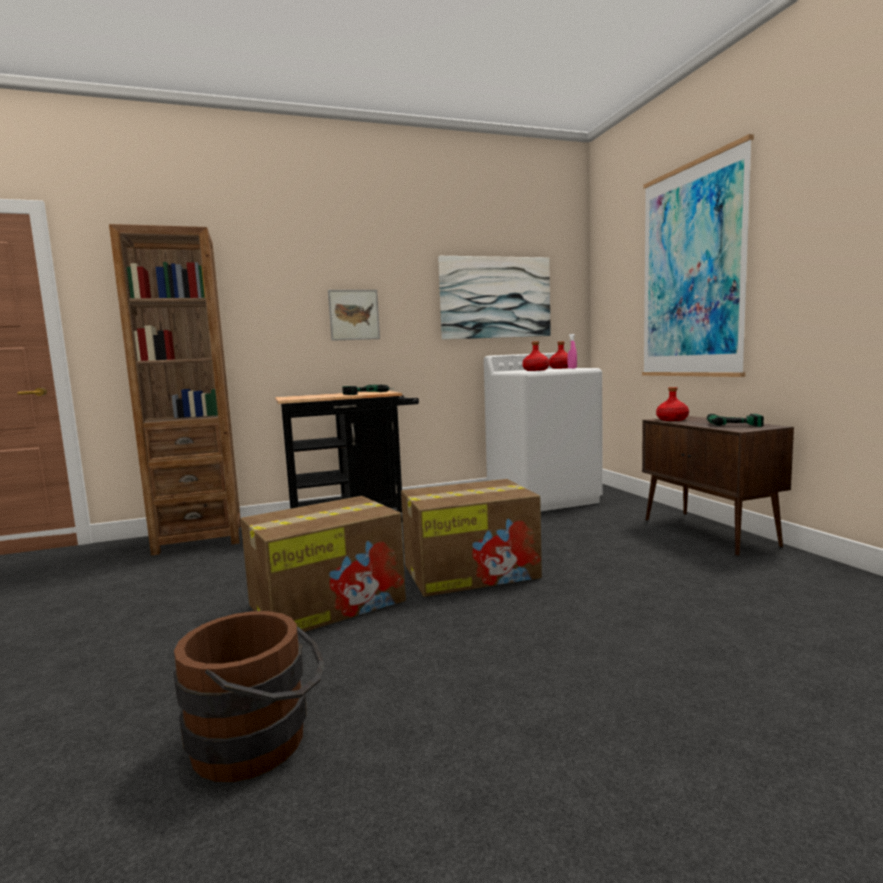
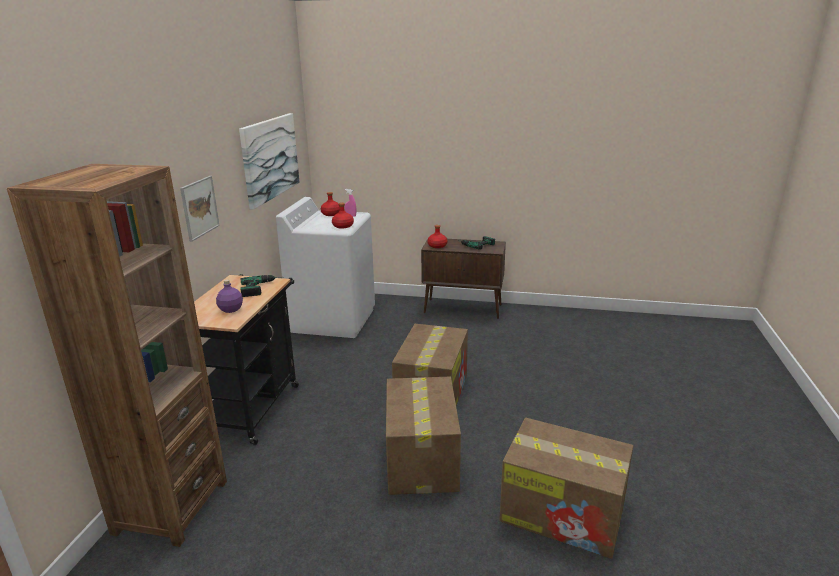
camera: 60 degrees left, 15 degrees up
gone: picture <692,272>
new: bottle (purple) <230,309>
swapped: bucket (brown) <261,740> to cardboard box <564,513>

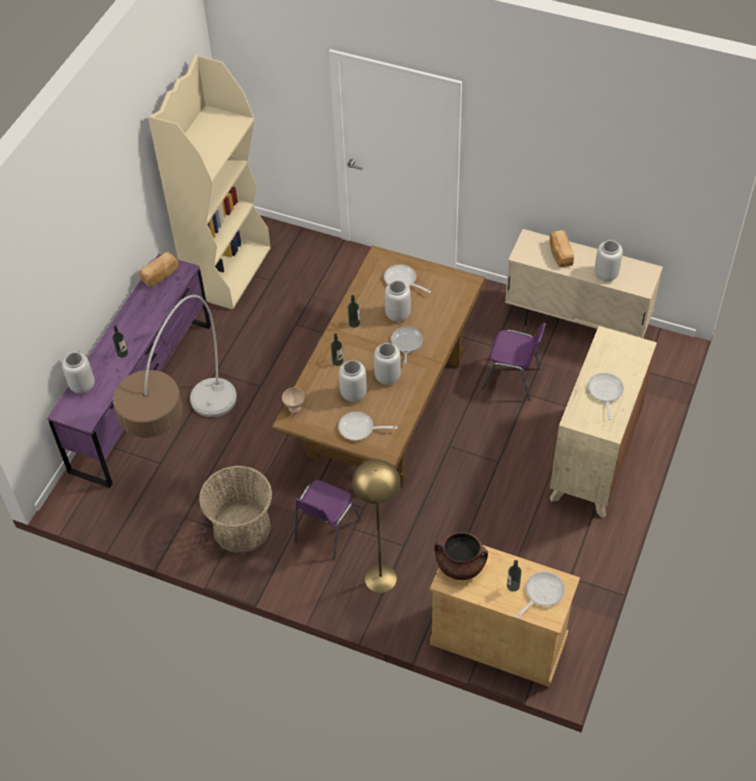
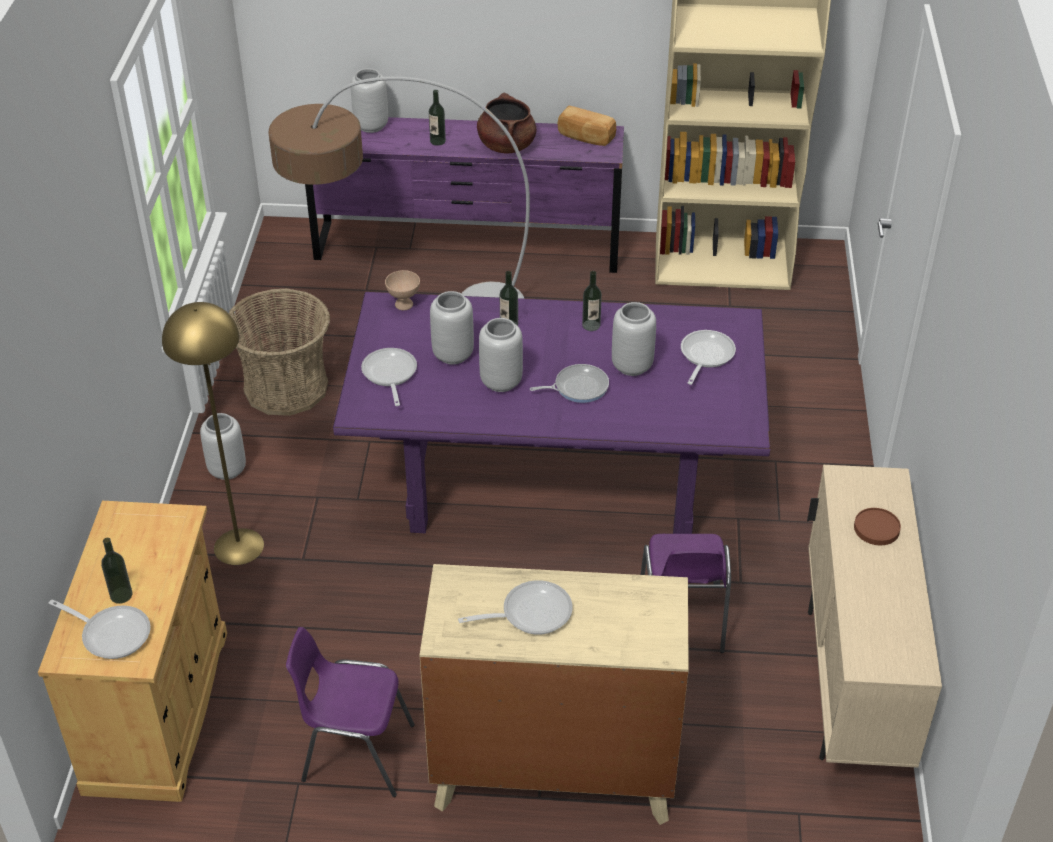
camera: 70 degrees right, 10 degrees down
shifted: chair (purple) <325,532> to <355,753>; cooking pot (brown) <460,565> to <506,145>; vase (grey) <606,274> to <228,470>
swapped: bread <560,254> to plate (brown) <877,528>
repainted: dining table (brown) <385,407> to dining table (purple) <552,480>

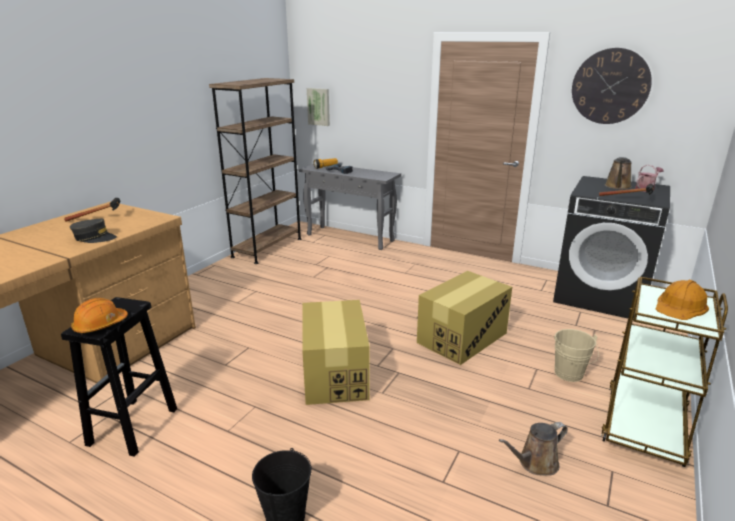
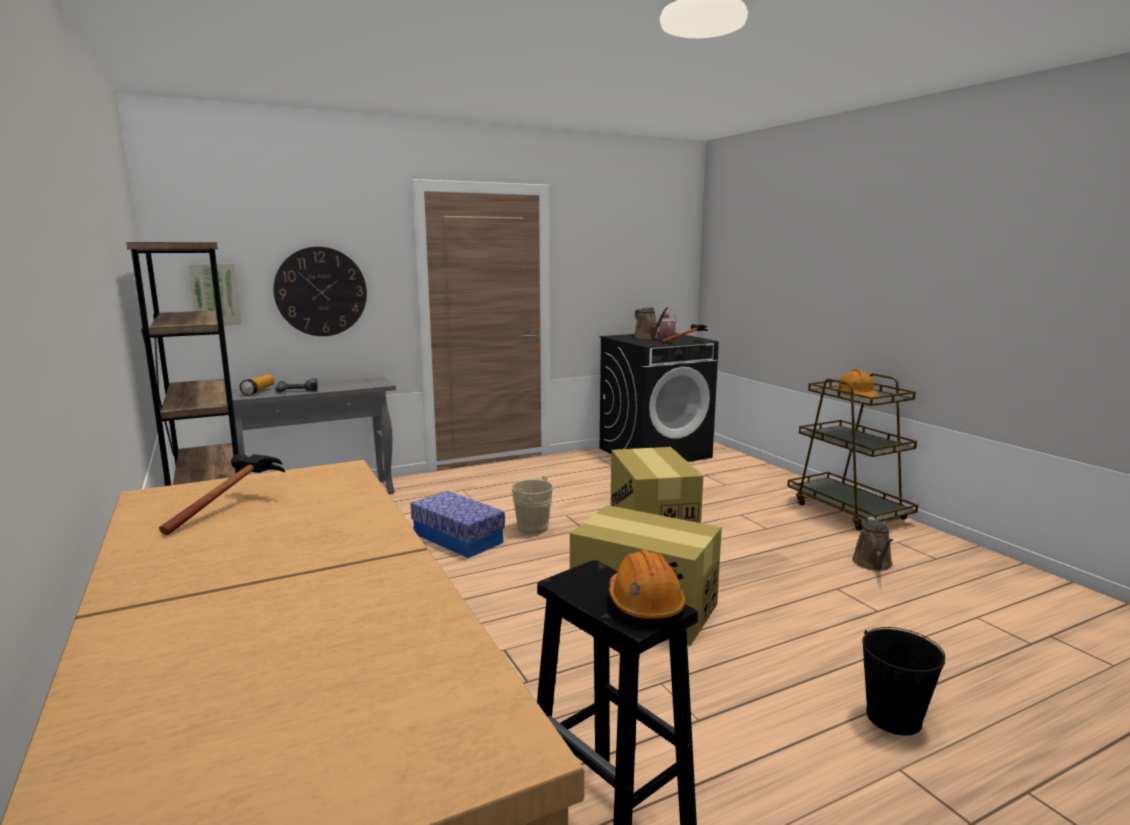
camera: 55 degrees left, 10 degrees down
gone: cap (grey) <94,238>
new: storage box <457,538>
shifted: bucket (beige) <570,375> to <535,529>; wall clock <610,86> to <321,291>

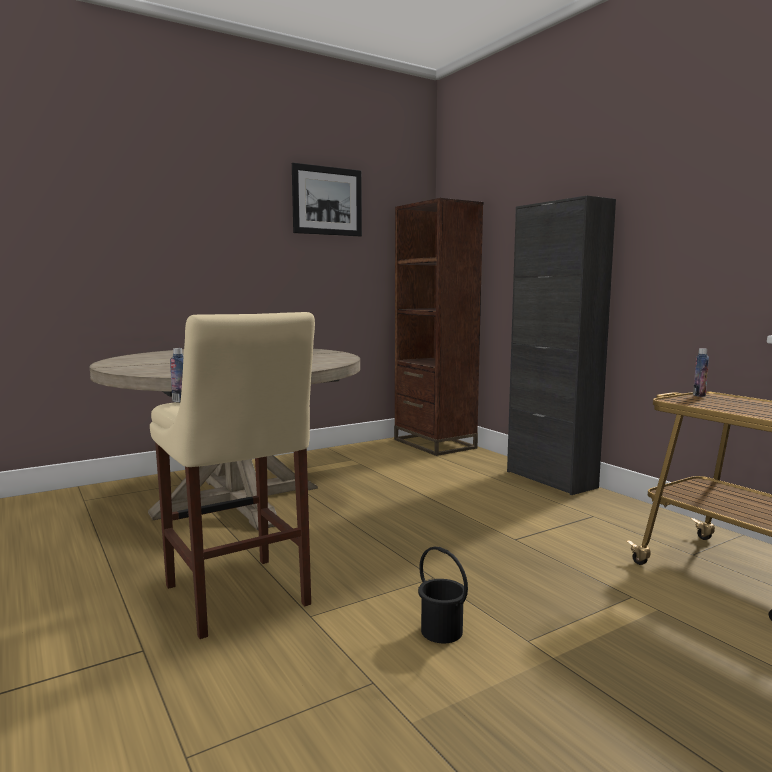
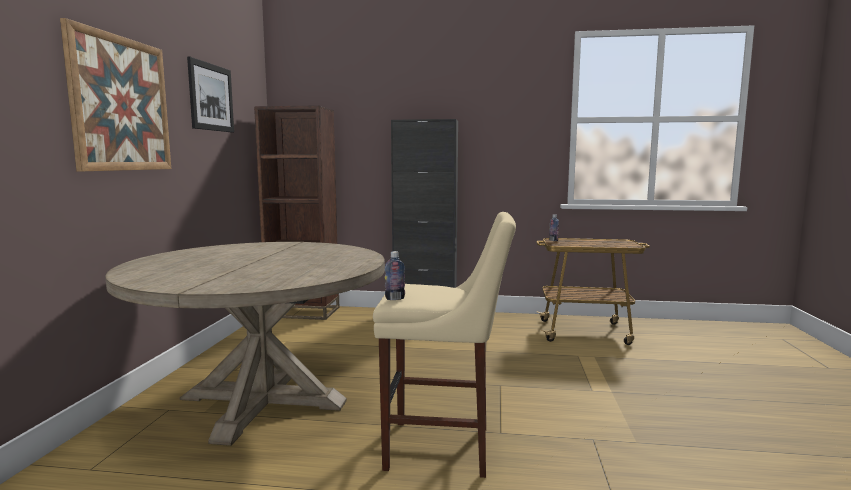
camera: 50 degrees left, 0 degrees up
gone: bucket (black) <441,632>
new: picture <121,104>

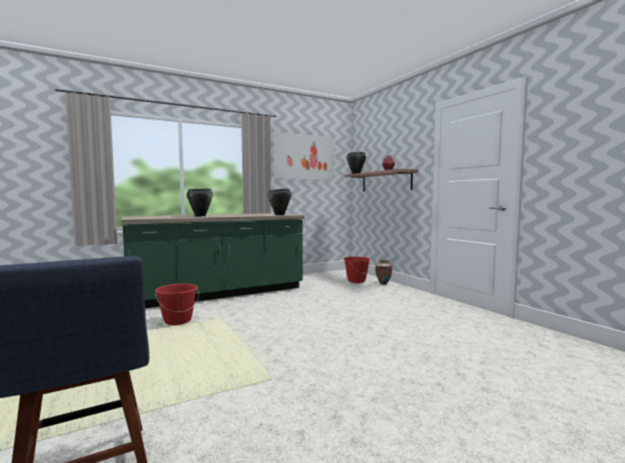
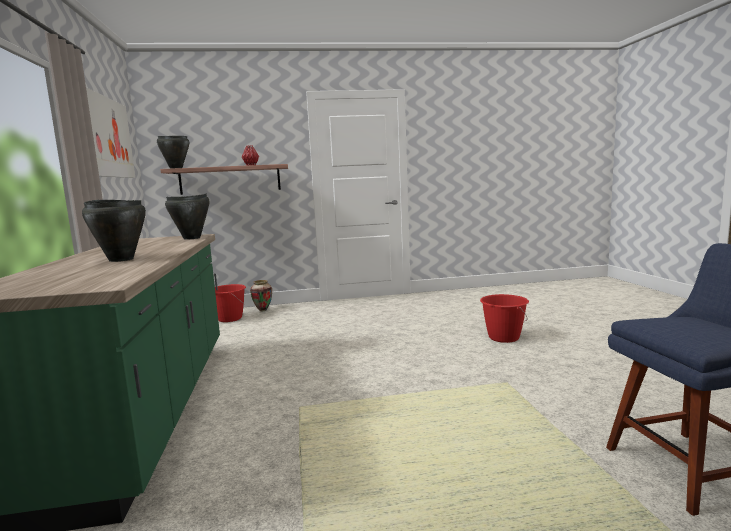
camera: 70 degrees left, 5 degrees up
shifted: bucket (red) <177,321> to <503,337>

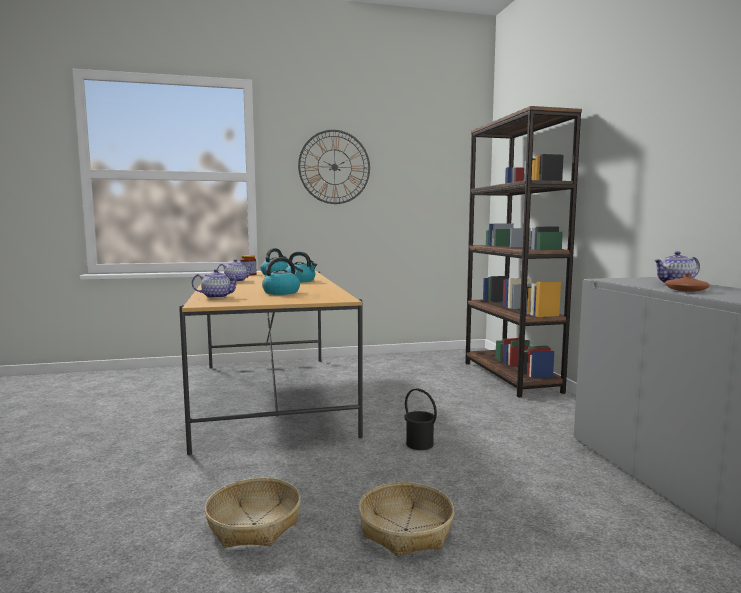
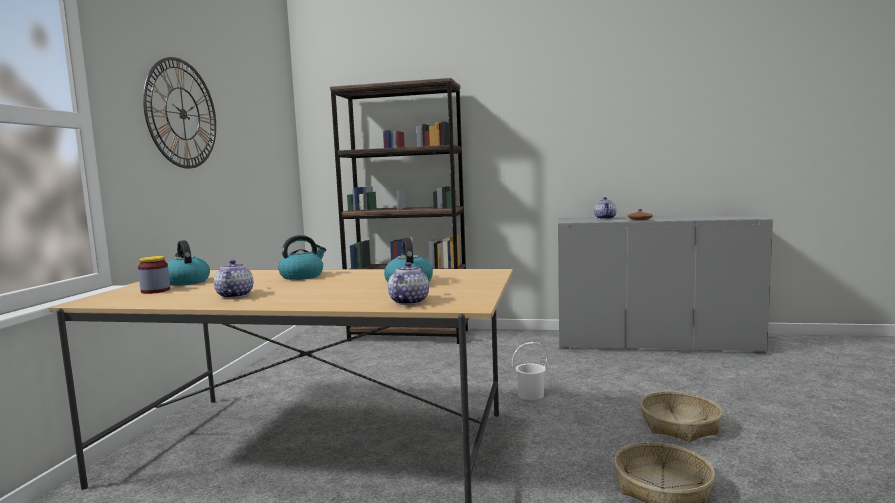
camera: 65 degrees left, 0 degrees up
repainted: bucket (black) <420,444> to bucket (white) <530,394>

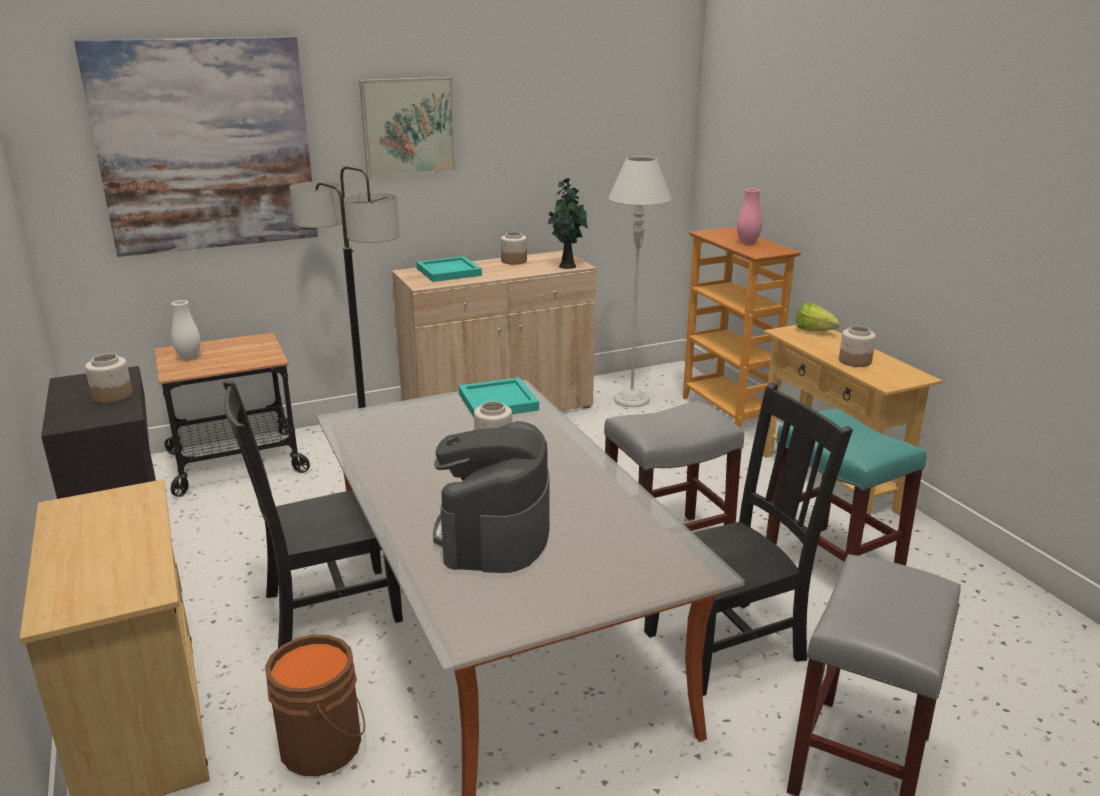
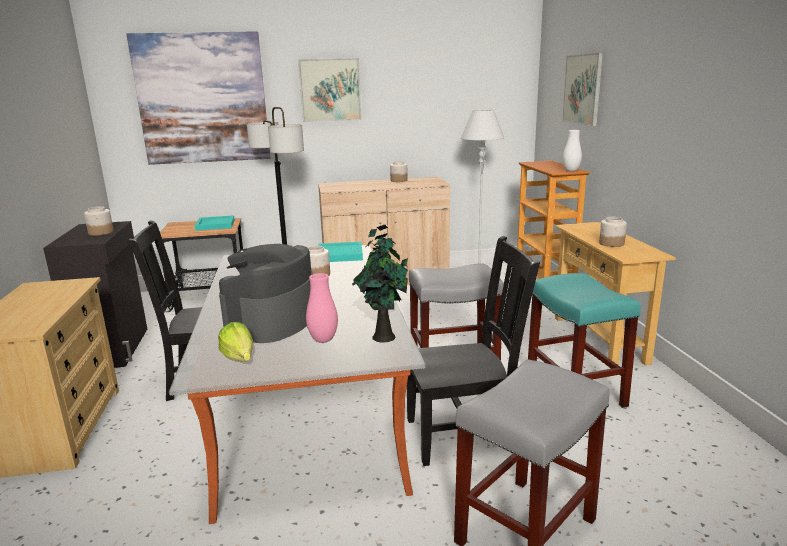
camera: 15 degrees right, 5 degrees down
gone: bucket (brown) <325,745>
new: picture <582,89>
shifted: vase (white) <189,357> to <571,170>; tray (turquoise) <448,272> to <214,225>; potted plant <566,266> to <383,336>; vase (pink) <747,243> to <323,340>; lettuce <817,332> to <240,361>

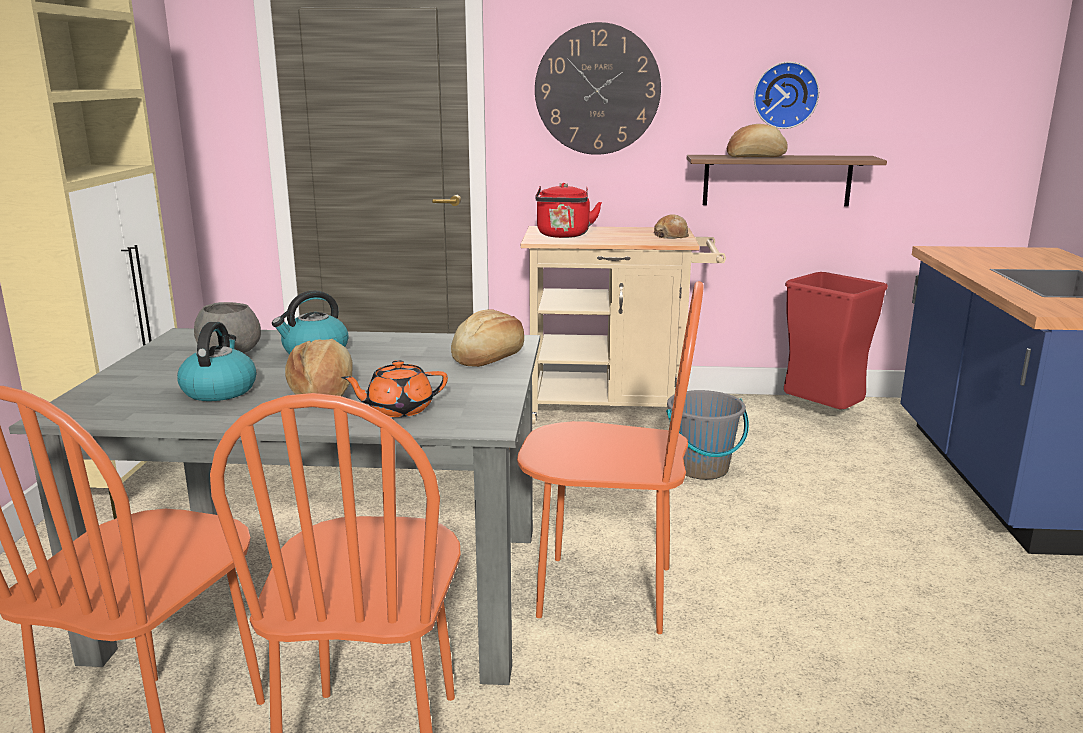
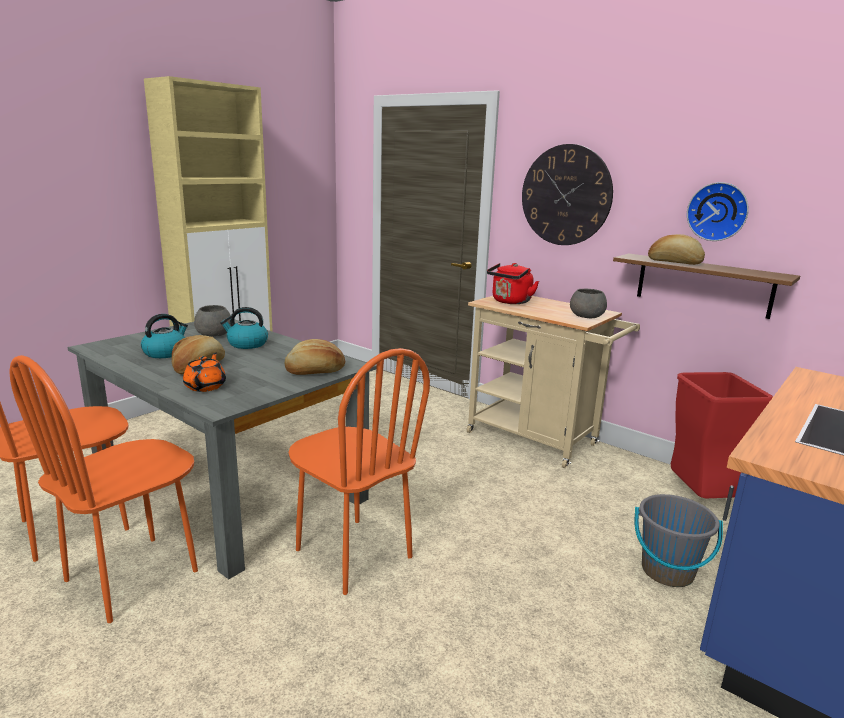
camera: 35 degrees right, 0 degrees up
shifted: bucket (grey) <702,469> to <667,571>
swapped: bread <671,236> to bowl (grey) <587,316>
rotated: teapot (orange) <398,409> = <206,386> 75 degrees clockwise

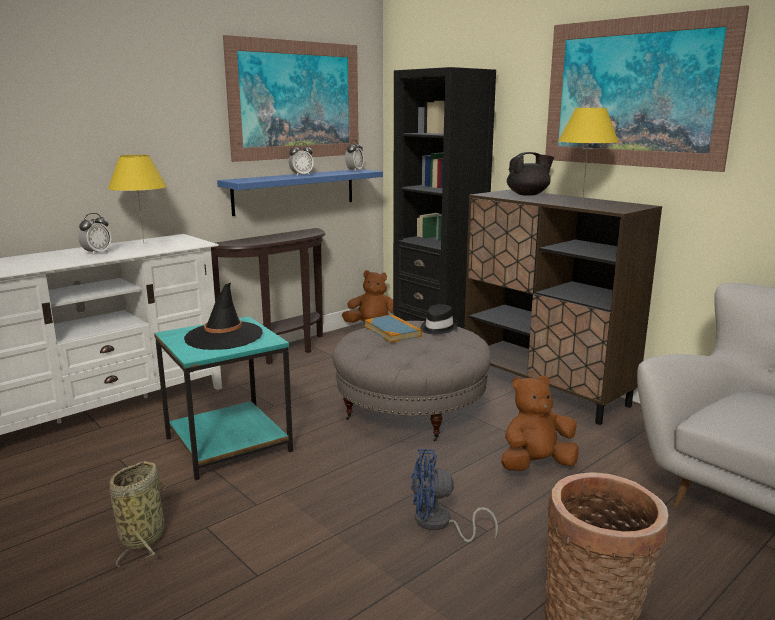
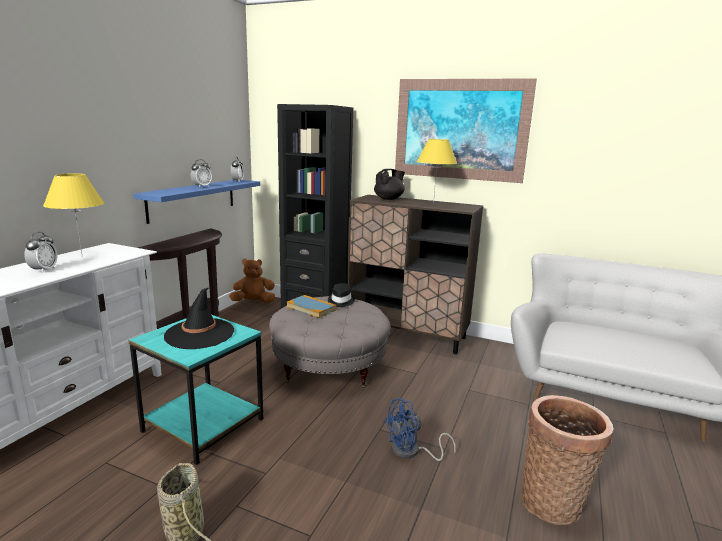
camera: 25 degrees left, 0 degrees up
gone: picture <296,100>; plush toy (brown) <536,465>

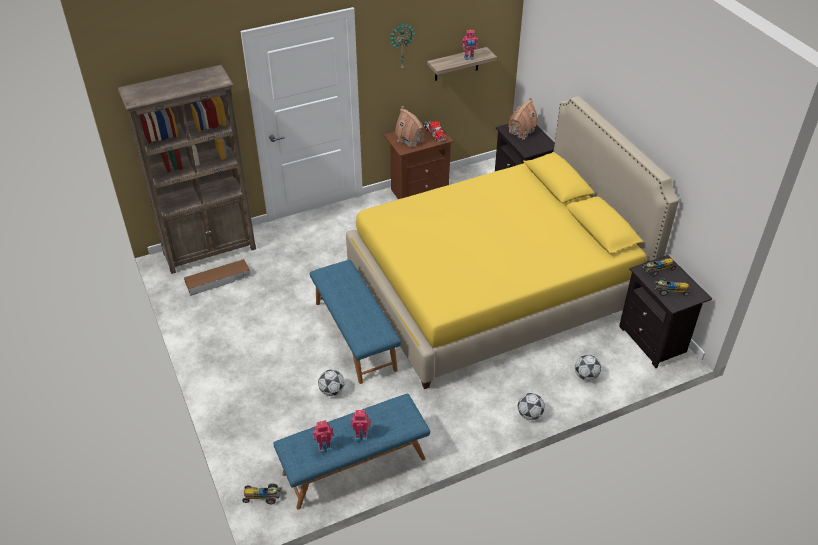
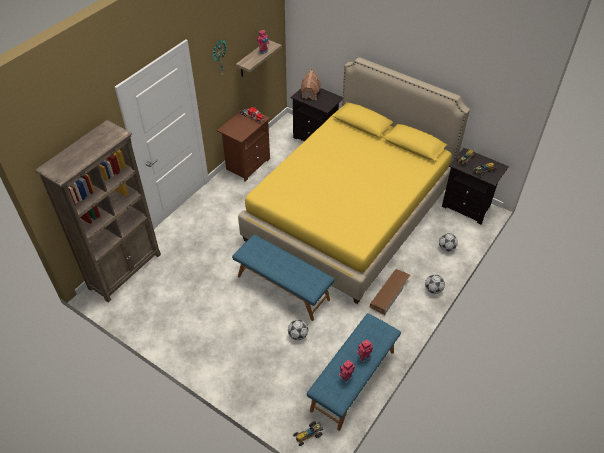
camera: 30 degrees left, 5 degrees up
gone: toy house <410,140>
shifted: storage box (brown) <218,280> to <390,293>

